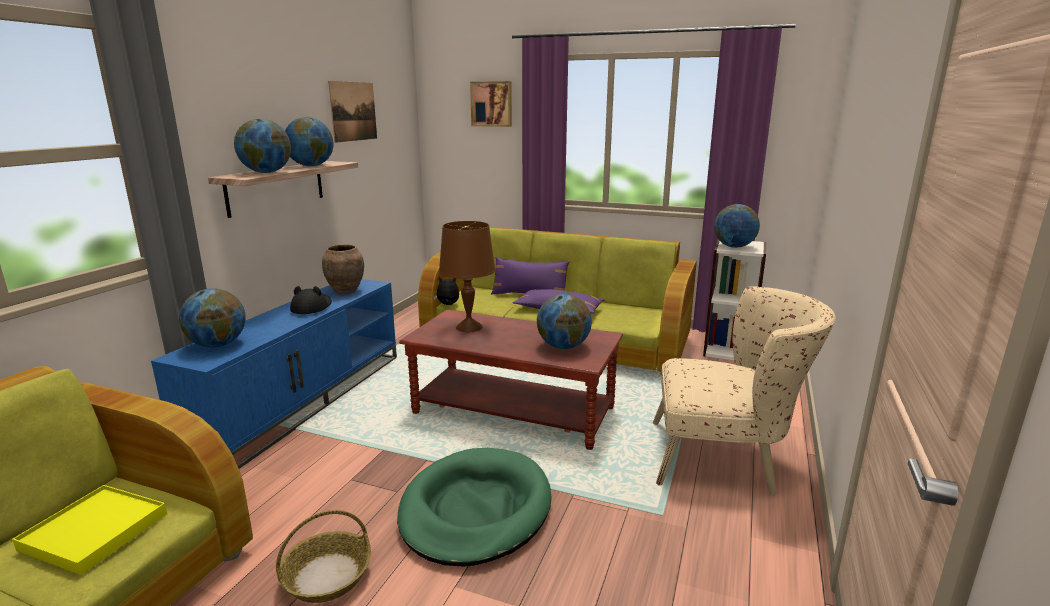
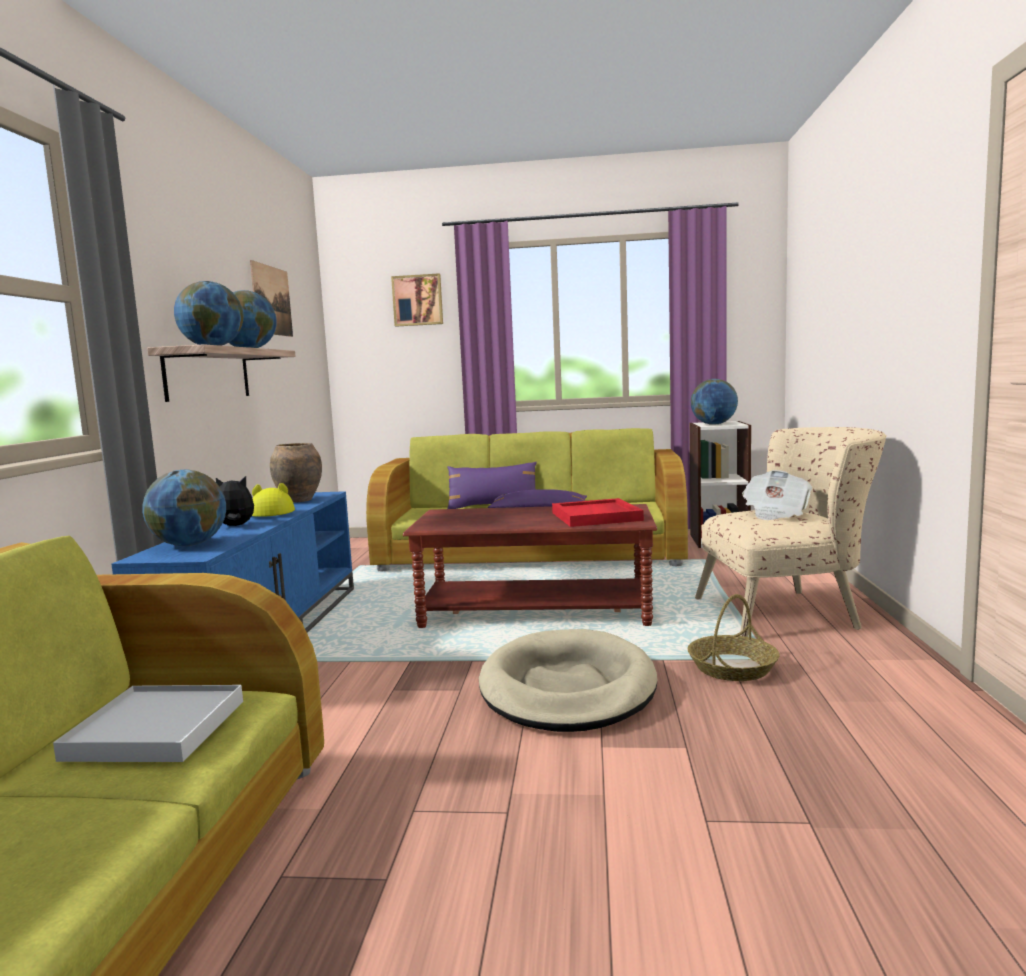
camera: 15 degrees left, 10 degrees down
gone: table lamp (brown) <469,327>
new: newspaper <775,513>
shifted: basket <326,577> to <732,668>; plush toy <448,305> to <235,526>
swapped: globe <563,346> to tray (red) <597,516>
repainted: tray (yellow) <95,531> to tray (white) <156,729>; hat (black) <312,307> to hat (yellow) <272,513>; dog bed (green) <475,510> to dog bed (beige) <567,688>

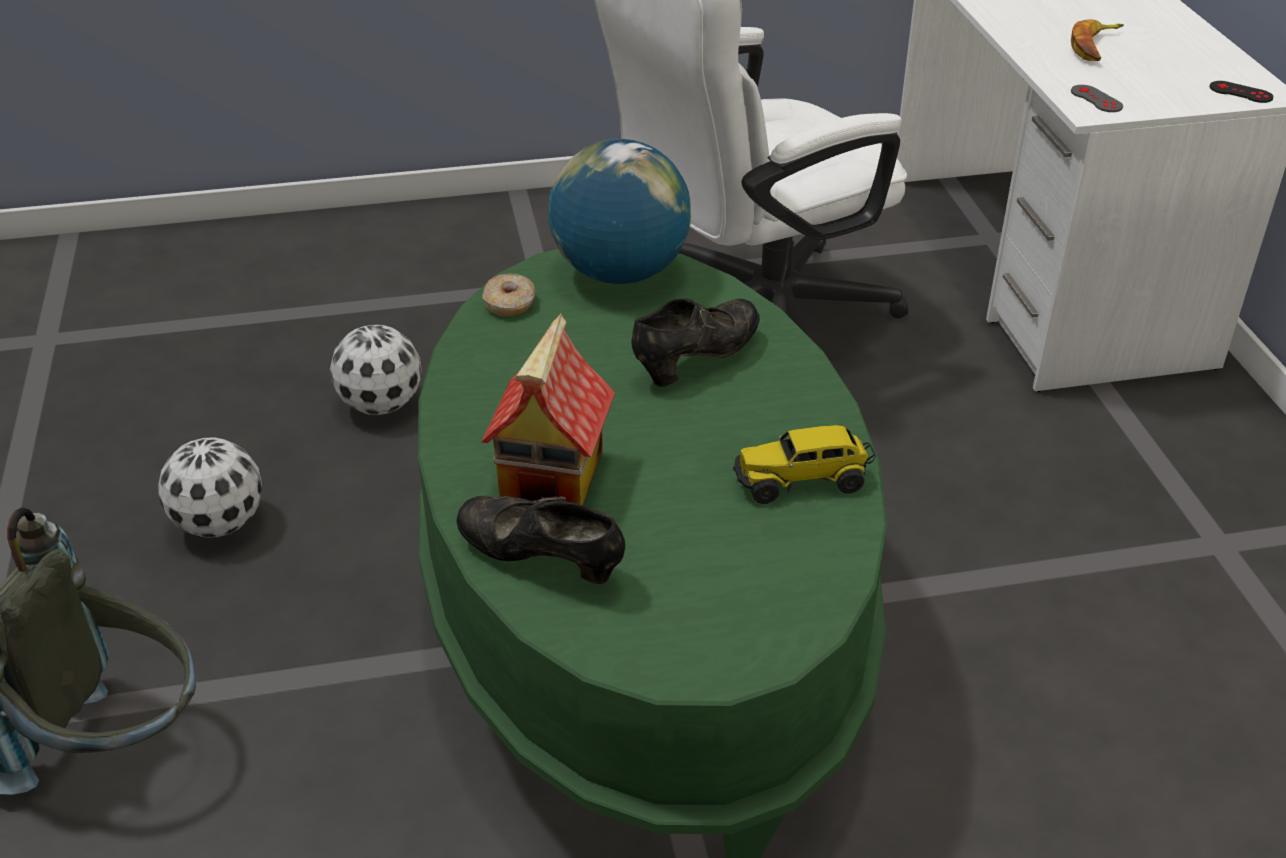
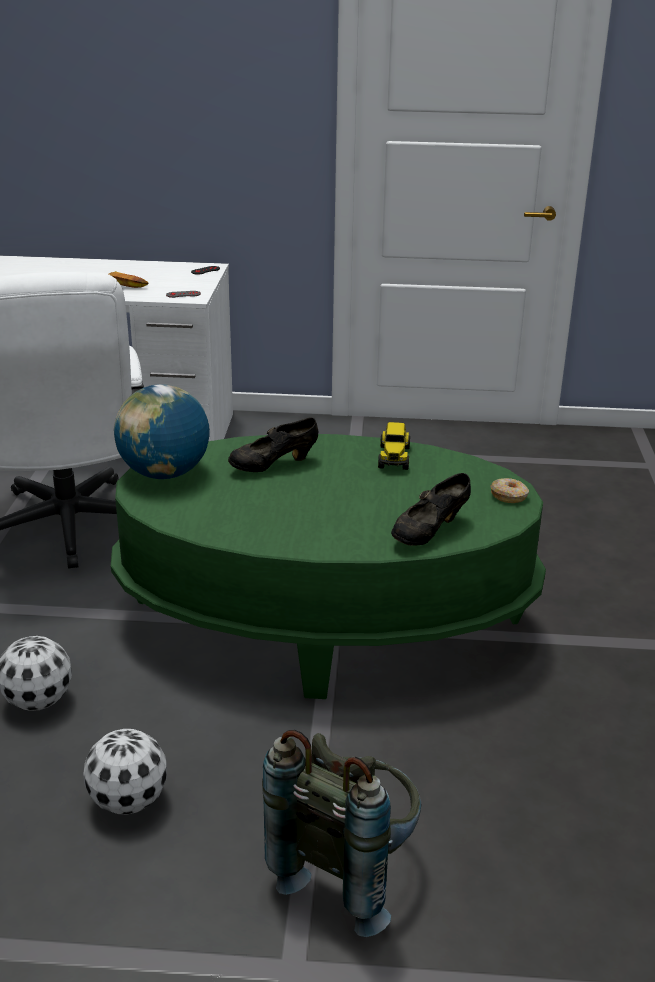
camera: 75 degrees left, 10 degrees down
gone: toy house <553,477>
shifted: donut <510,304> to <509,496>
rotated: shoe (black) <697,360> = <273,465> 90 degrees counterclockwise

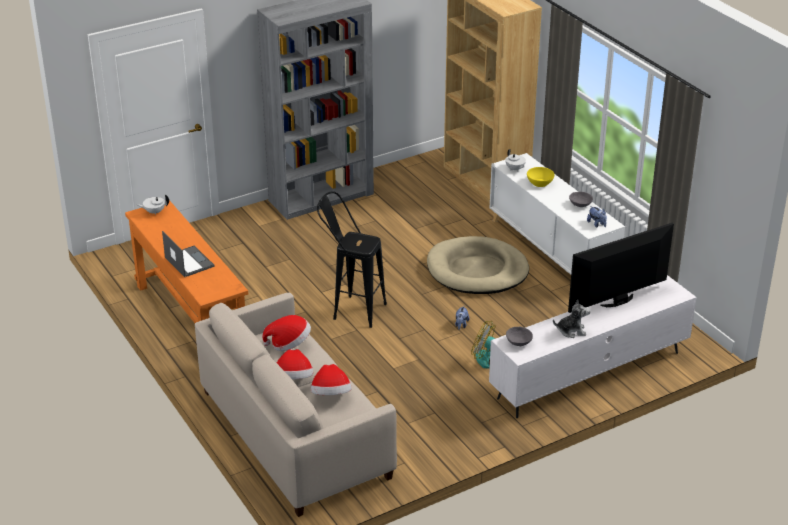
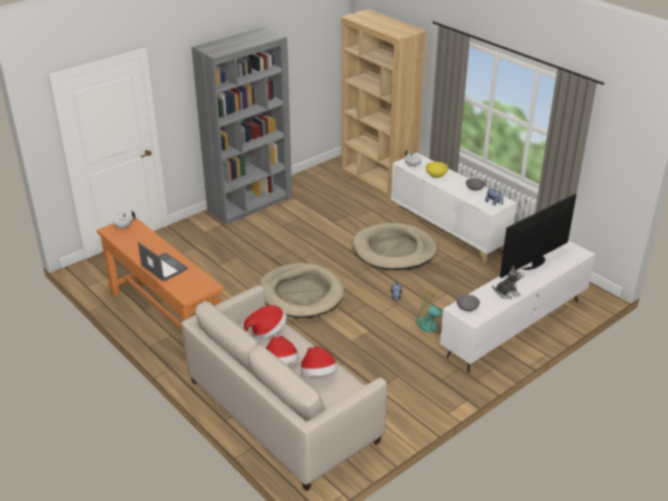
camera: 10 degrees left, 0 degrees up
swapped: stool (black) <351,310> to dog bed (beige) <301,294>

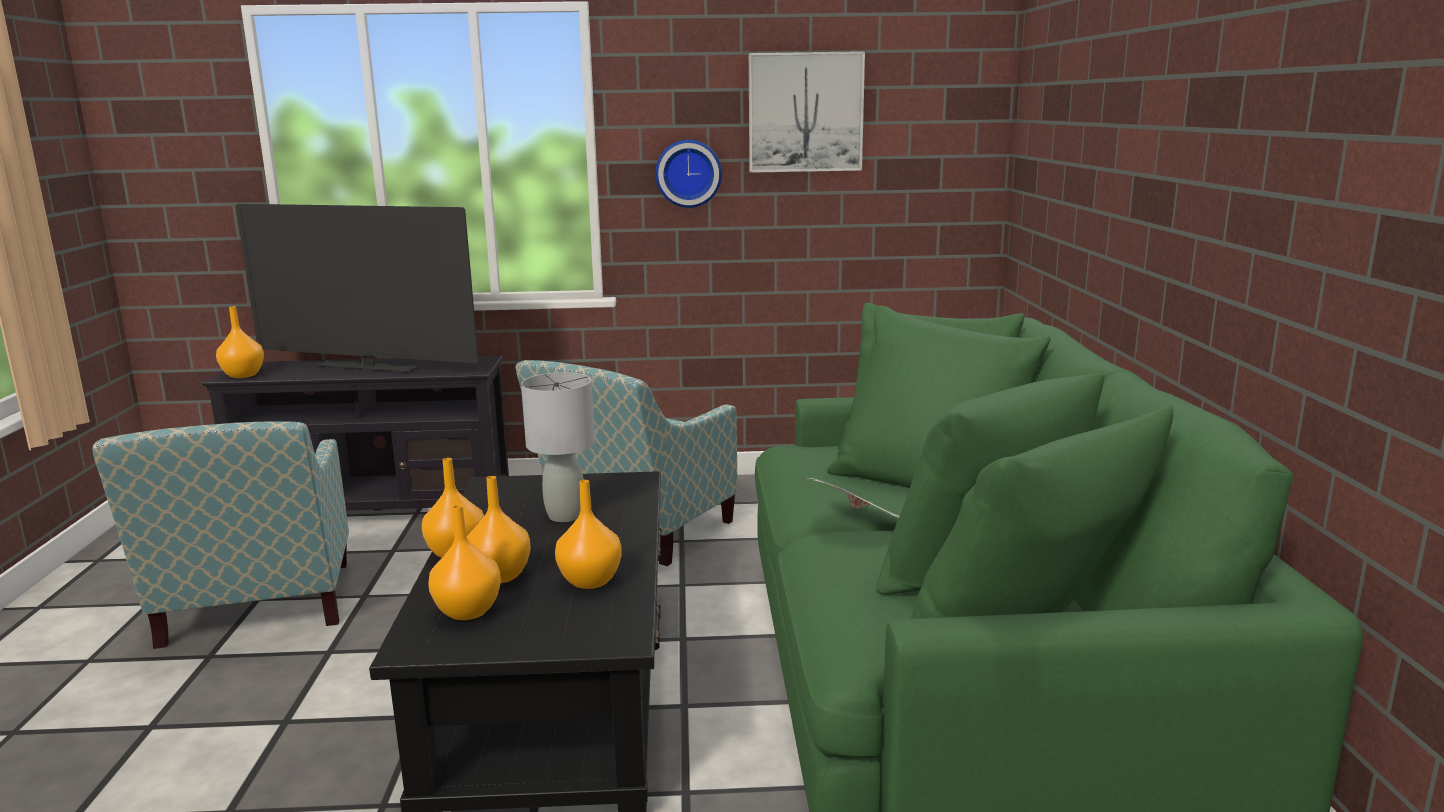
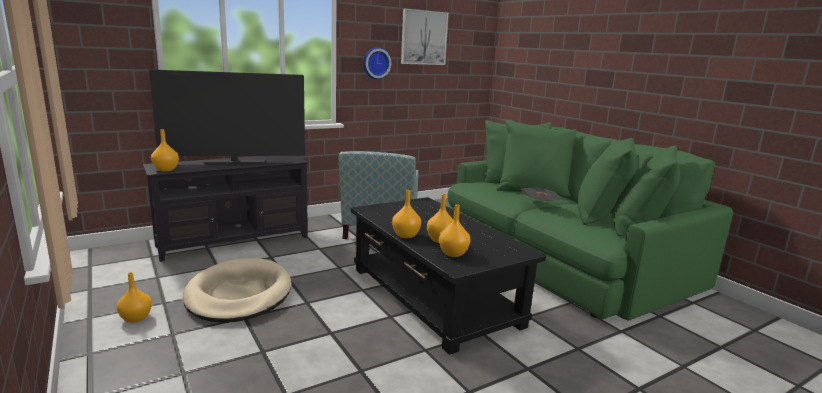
camera: 30 degrees left, 0 degrees up
gone: table lamp (grey) <566,516>
shifted: vase (orange) <591,581> to <136,318>
swapped: armchair <256,612> to dog bed (beige) <239,294>

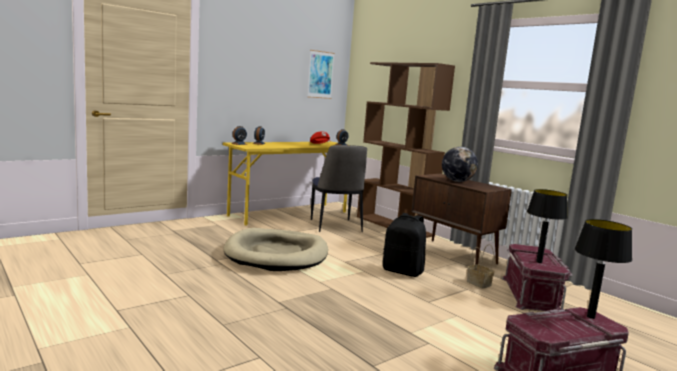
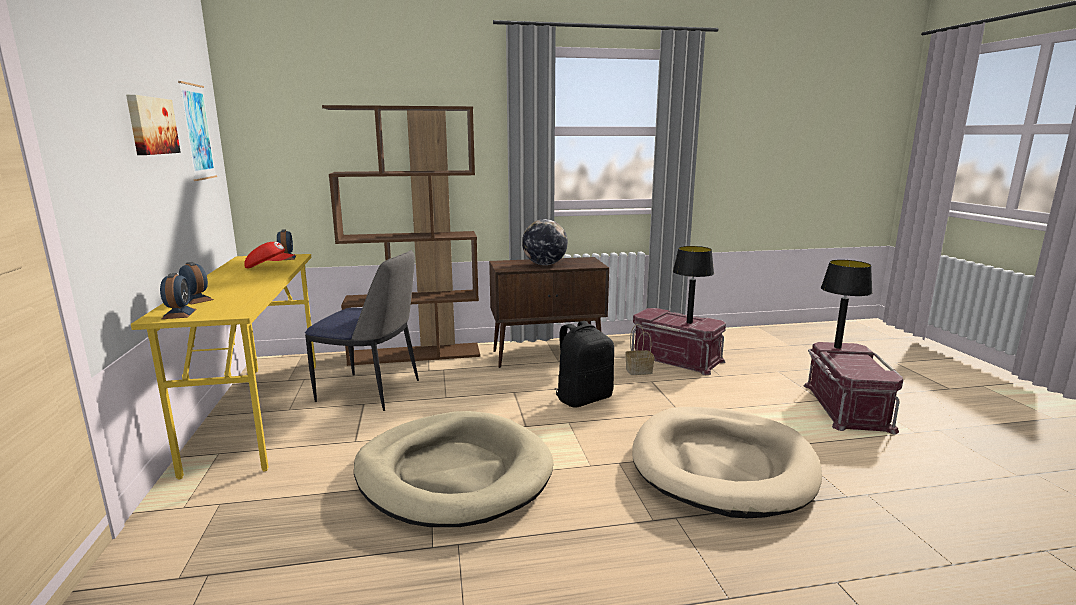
camera: 60 degrees left, 5 degrees up
new: picture <151,126>; dog bed (beige) <722,465>

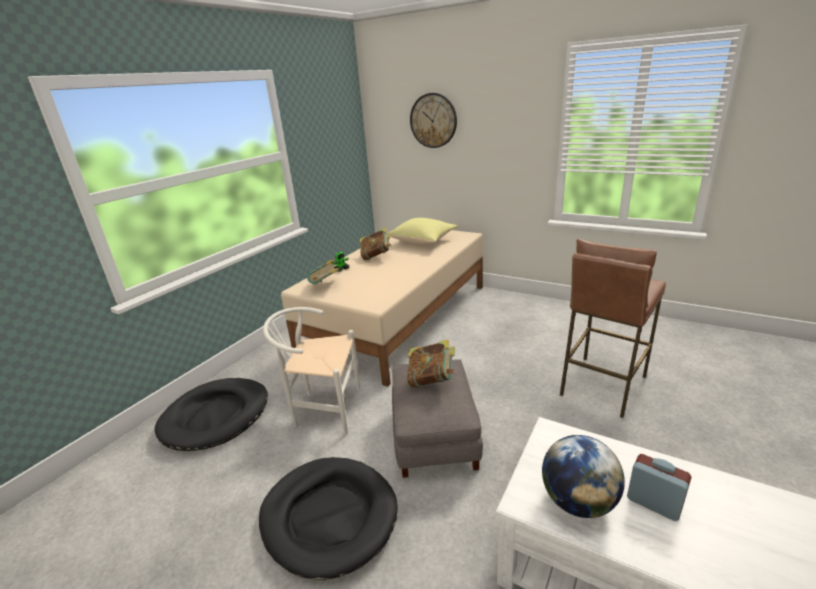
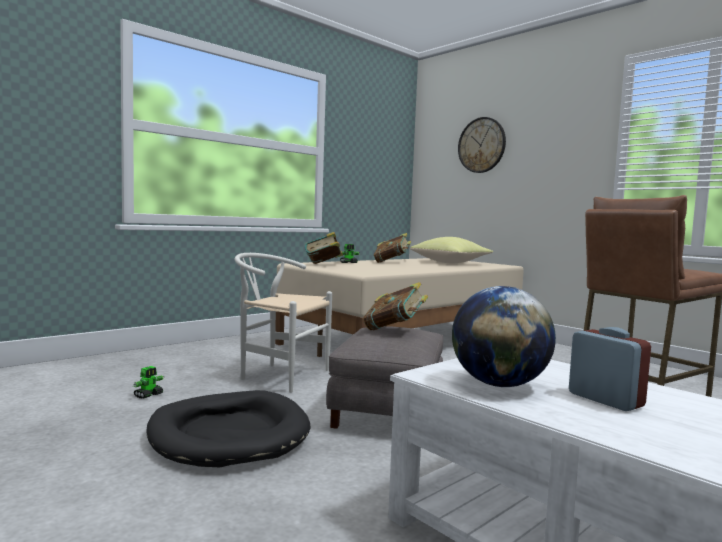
camera: 15 degrees right, 20 degrees down
gone: dog bed (black) <216,416>
new: toy robot <148,395>

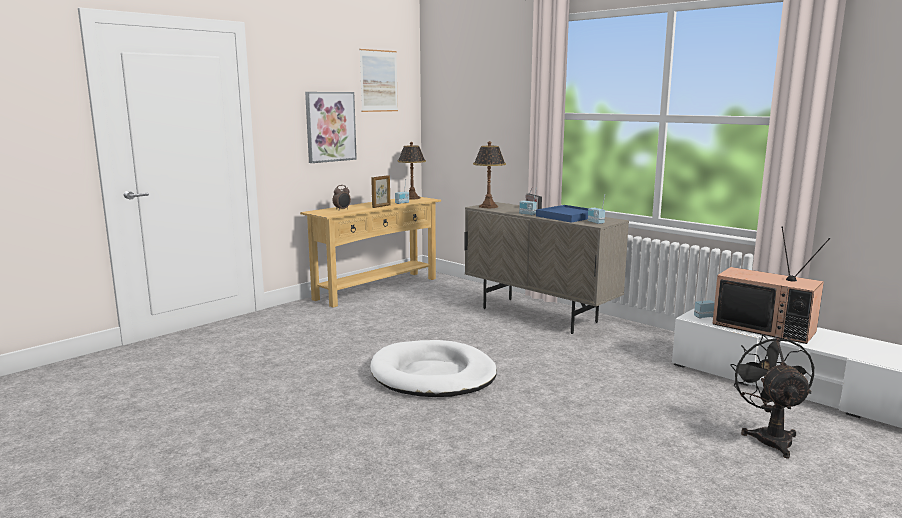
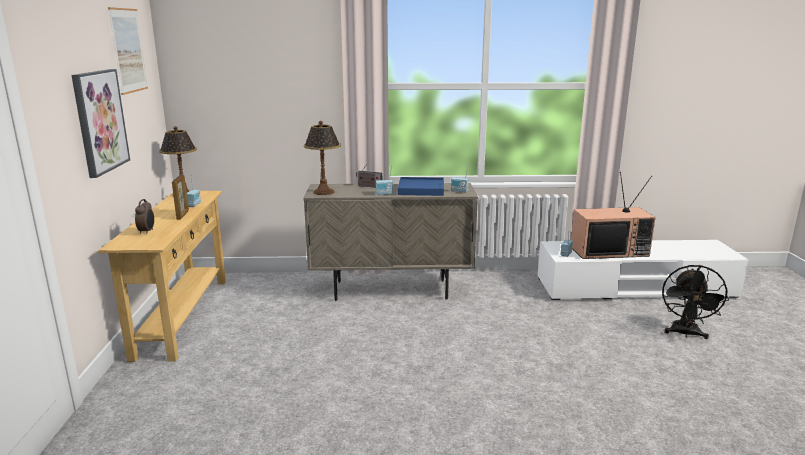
camera: 45 degrees left, 5 degrees up
gone: dog bed (white) <433,375>
rotated: fan (black) <769,437> = <685,334> 120 degrees counterclockwise

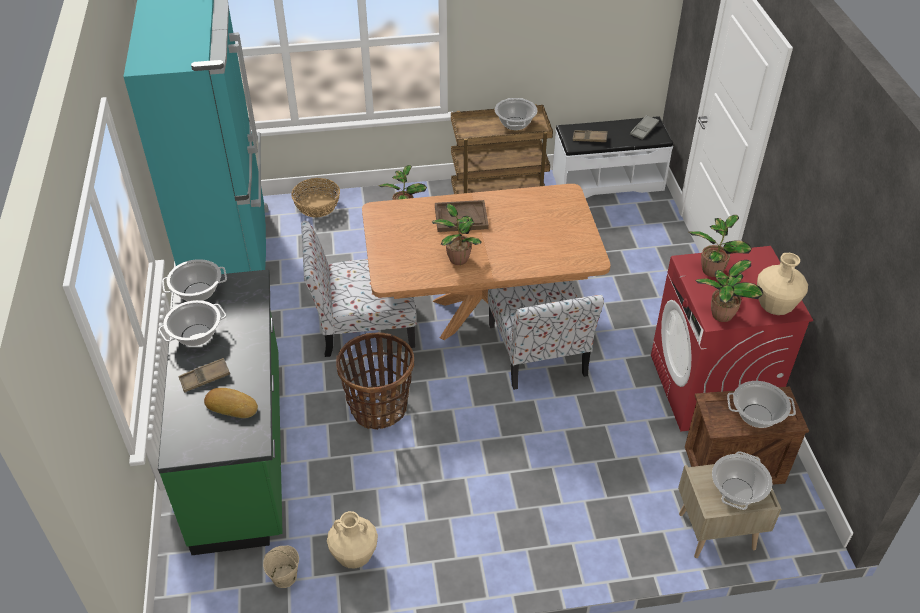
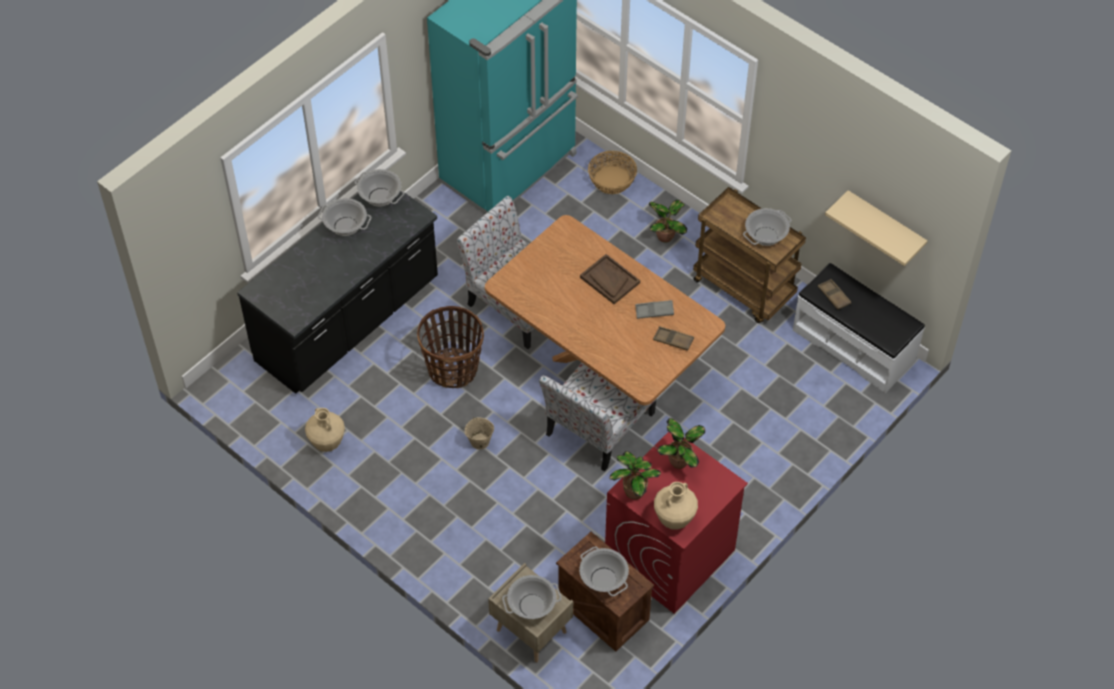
camera: 50 degrees right, 10 degrees up
gone: bread <232,405>; potted plant <457,258>
new: shelf (beige) <885,225>
shifted: tray (brown) <205,378> to <673,340>; bucket (beige) <284,577> to <479,441>; tray (grey) <644,129> to <654,311>
repainted: counter (green) <242,450> to counter (black) <348,322>

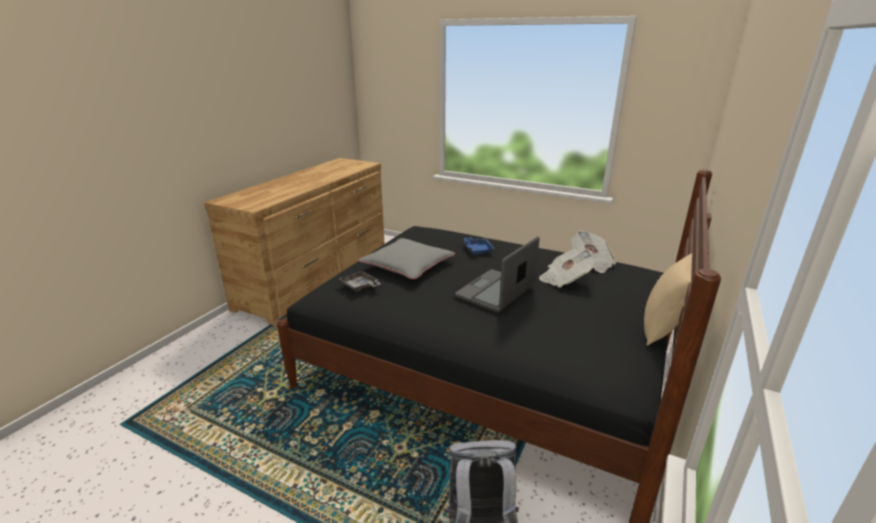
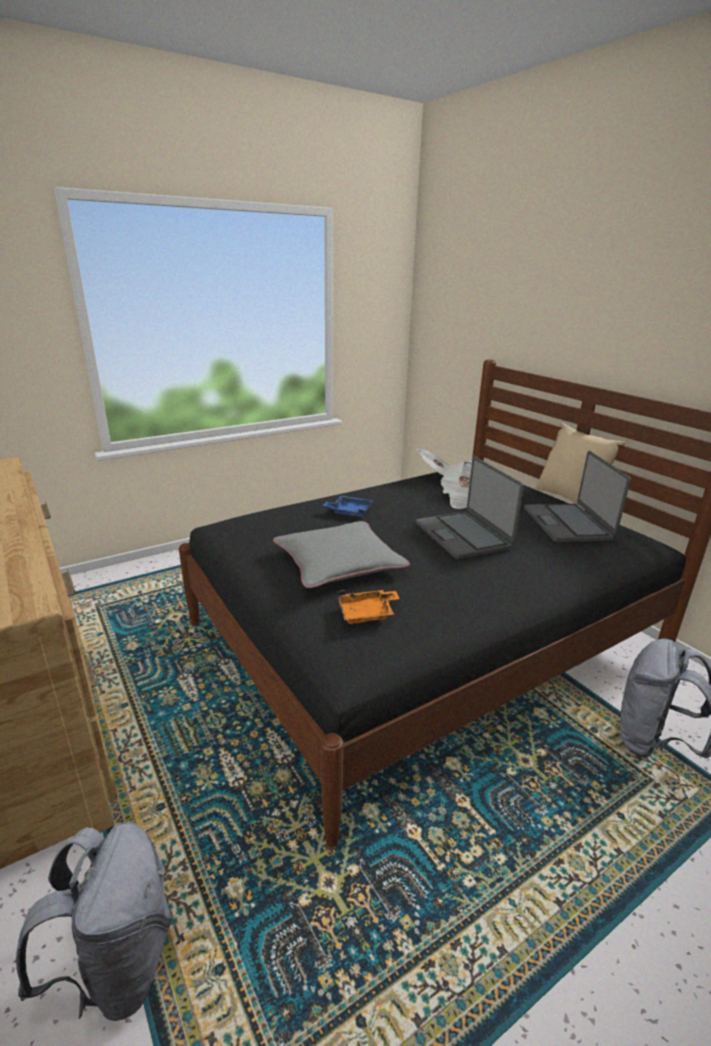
camera: 60 degrees left, 0 degrees up
new: backpack (grey) <118,965>; laptop <568,524>
repainted: tray (grey) <360,286> to tray (orange) <367,614>

